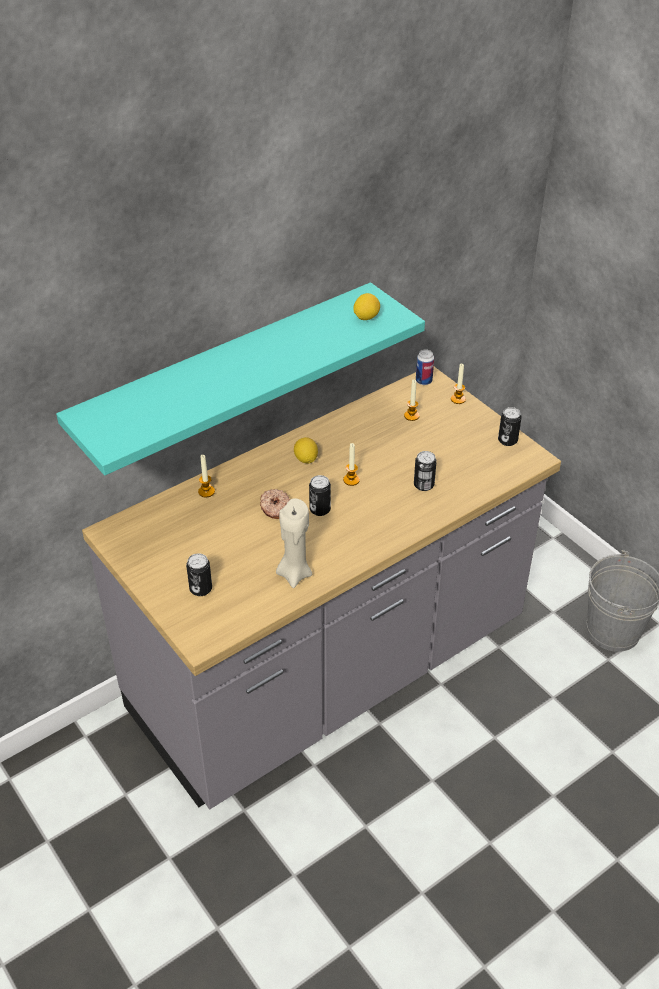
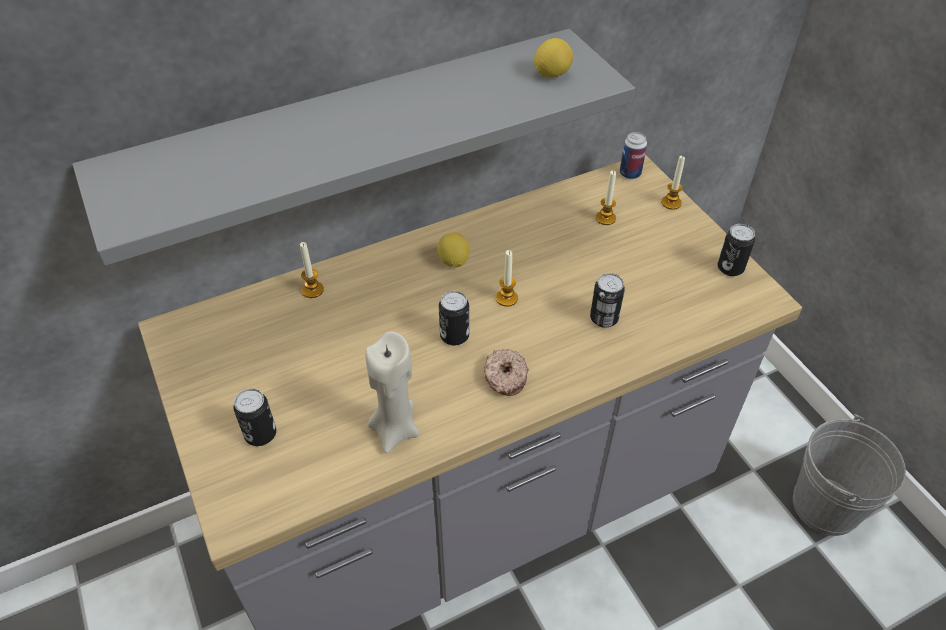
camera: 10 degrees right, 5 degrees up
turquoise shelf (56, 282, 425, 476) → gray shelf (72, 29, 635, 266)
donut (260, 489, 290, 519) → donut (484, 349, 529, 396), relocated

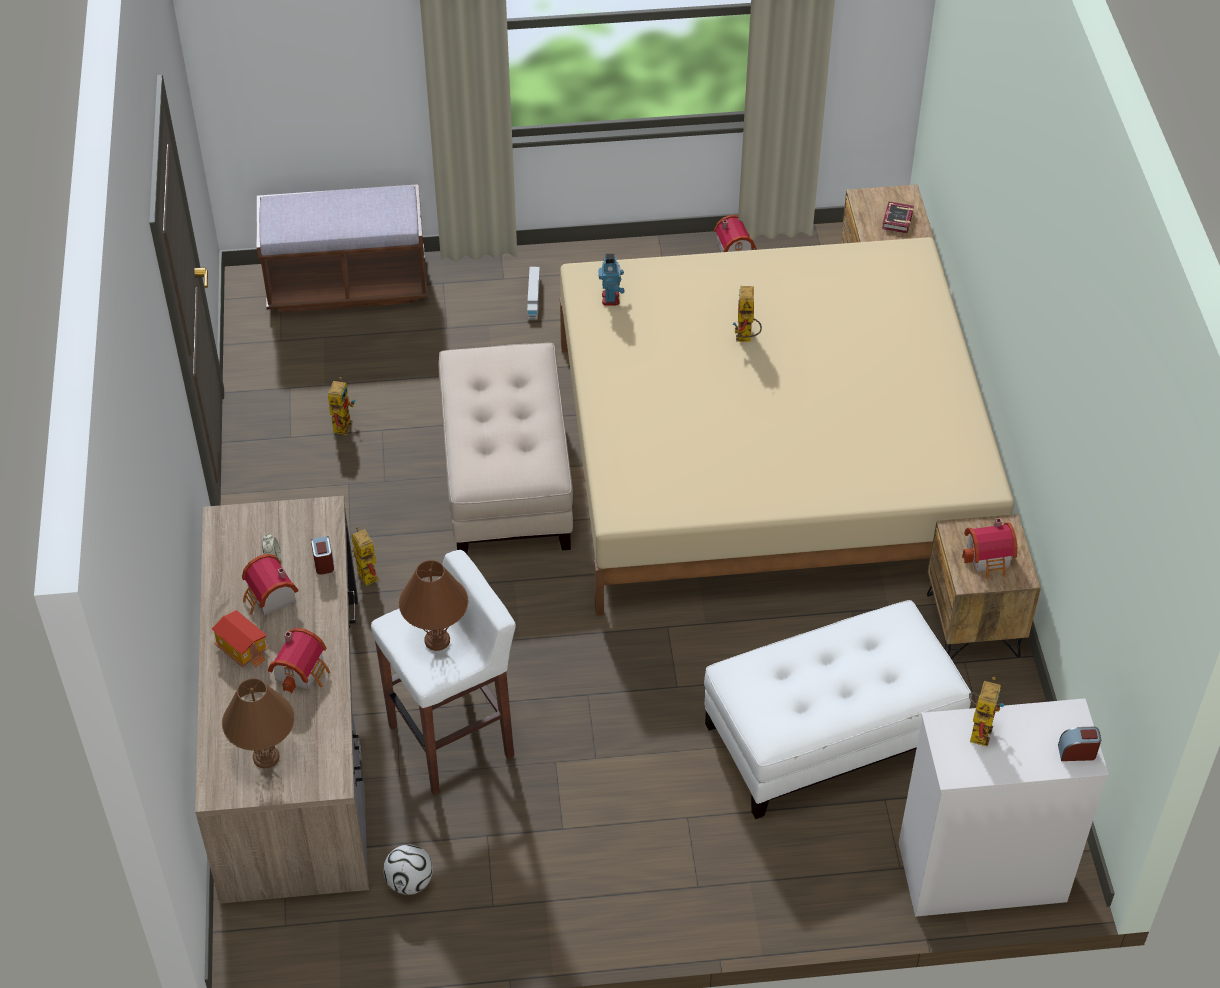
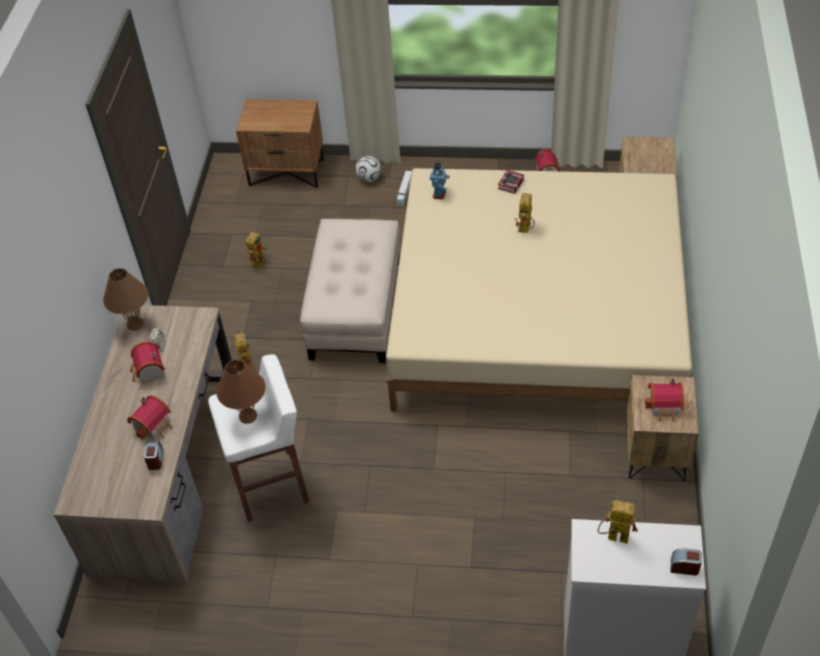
camera: 15 degrees right, 0 degrees up
brownish tabletop lamp (222, 678, 295, 768) → brownish tabletop lamp (103, 268, 149, 330), relocated
bedside clock (311, 536, 334, 575) → bedside clock (144, 442, 164, 470), relocated
brownish indoor bench (257, 184, 428, 313) → brownish nightstand (236, 99, 324, 188)
ball for football (383, 845, 433, 895) → ball for football (355, 156, 381, 182), relocated
bound book (882, 201, 914, 234) → bound book (498, 170, 524, 194), relocated
robot figure (969, 677, 1004, 747) → robot figure (597, 500, 638, 544), 105 degrees counterclockwise
model house (212, 610, 269, 667) → -
white-coloured footrest (704, 600, 971, 819) → -

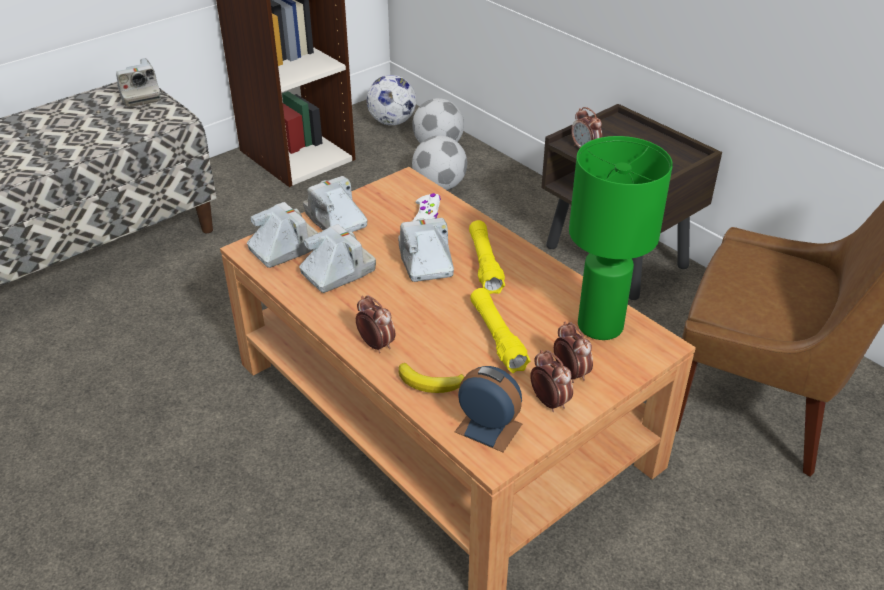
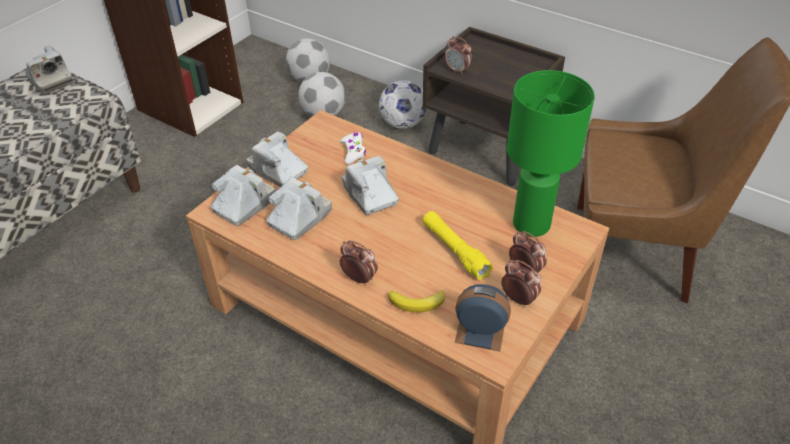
camera: 15 degrees left, 5 degrees up
ball for football (367, 75, 416, 125) → ball for football (379, 80, 426, 129), relocated
yellow hand torch (469, 220, 505, 294) → -

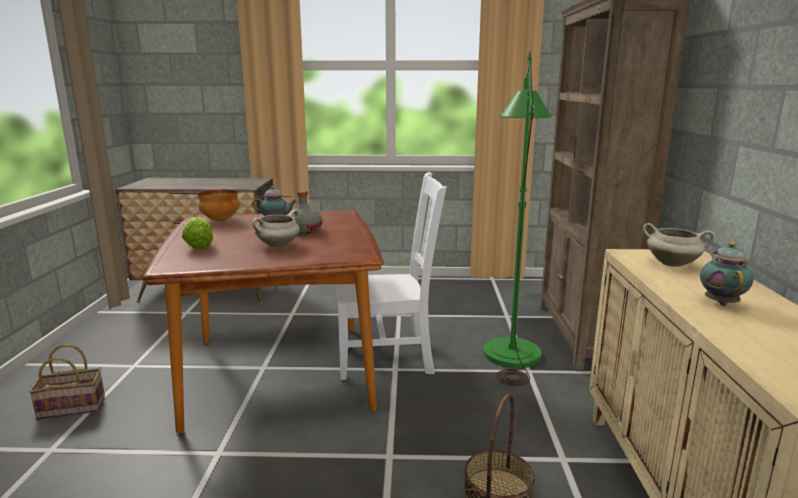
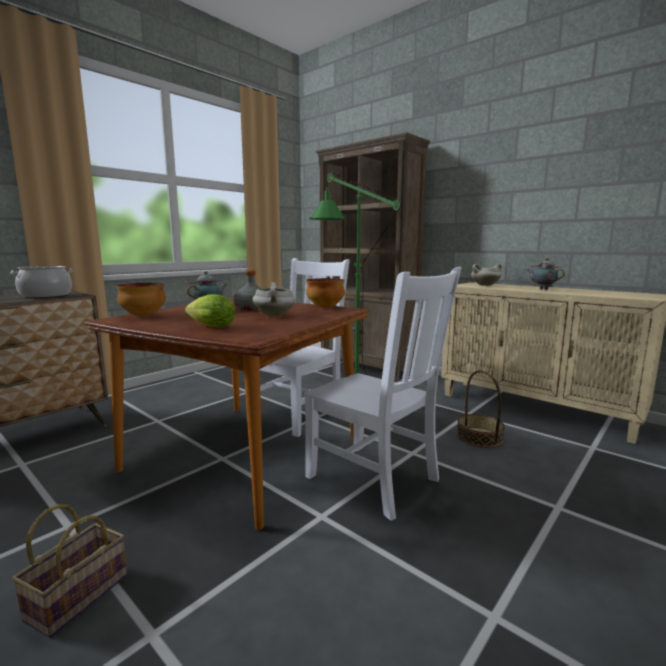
camera: 50 degrees left, 5 degrees down
- → cooking pot (10, 266, 73, 298)
- → white-coloured upright chair (304, 267, 461, 521)
- → serving bowl (306, 278, 345, 308)

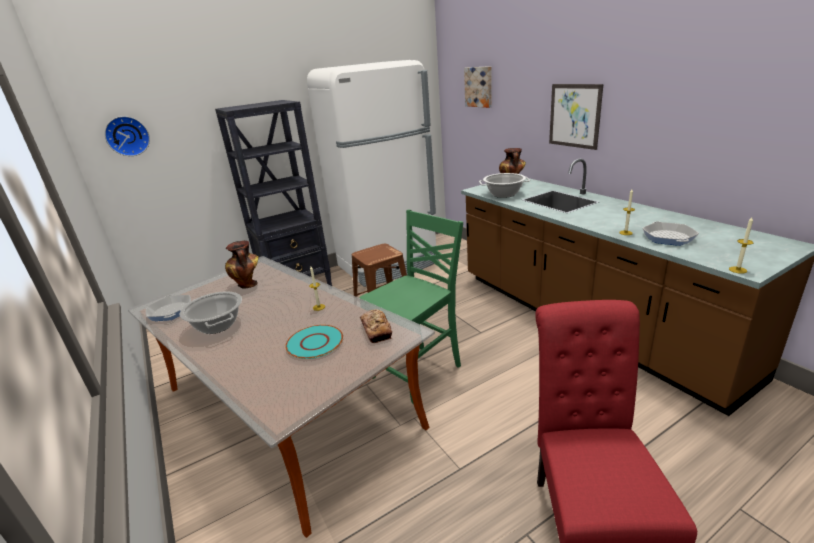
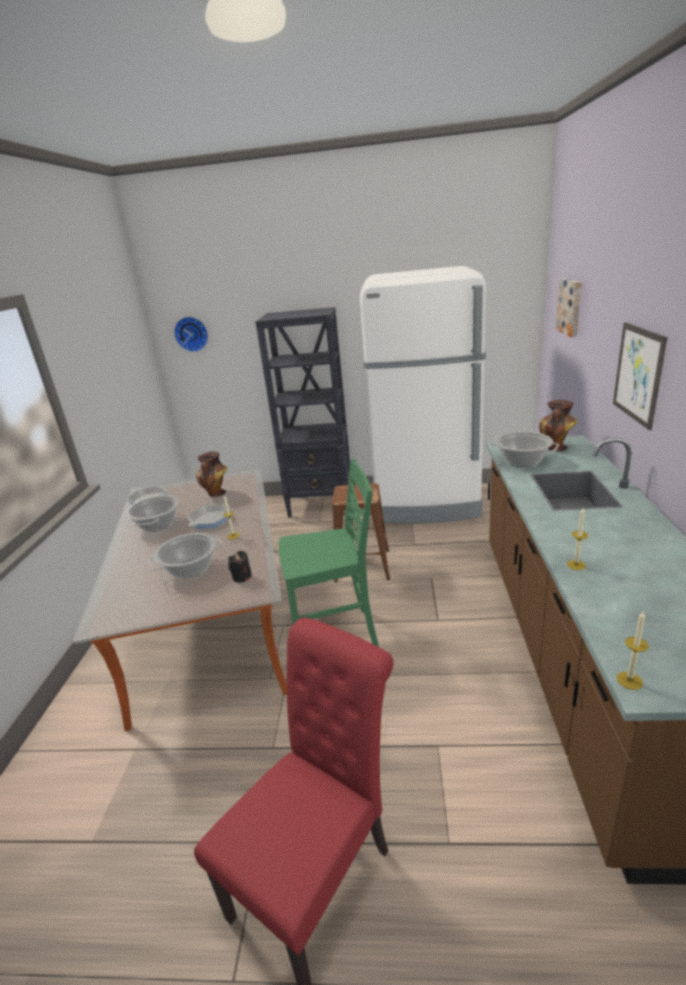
camera: 35 degrees right, 0 degrees up
turquoise plate (285, 325, 343, 359) → cooking pot (148, 533, 223, 579)
frying pan (642, 221, 699, 246) → frying pan (188, 504, 230, 529), relocated
bakery bread (360, 309, 392, 343) → black candle (228, 551, 251, 583)

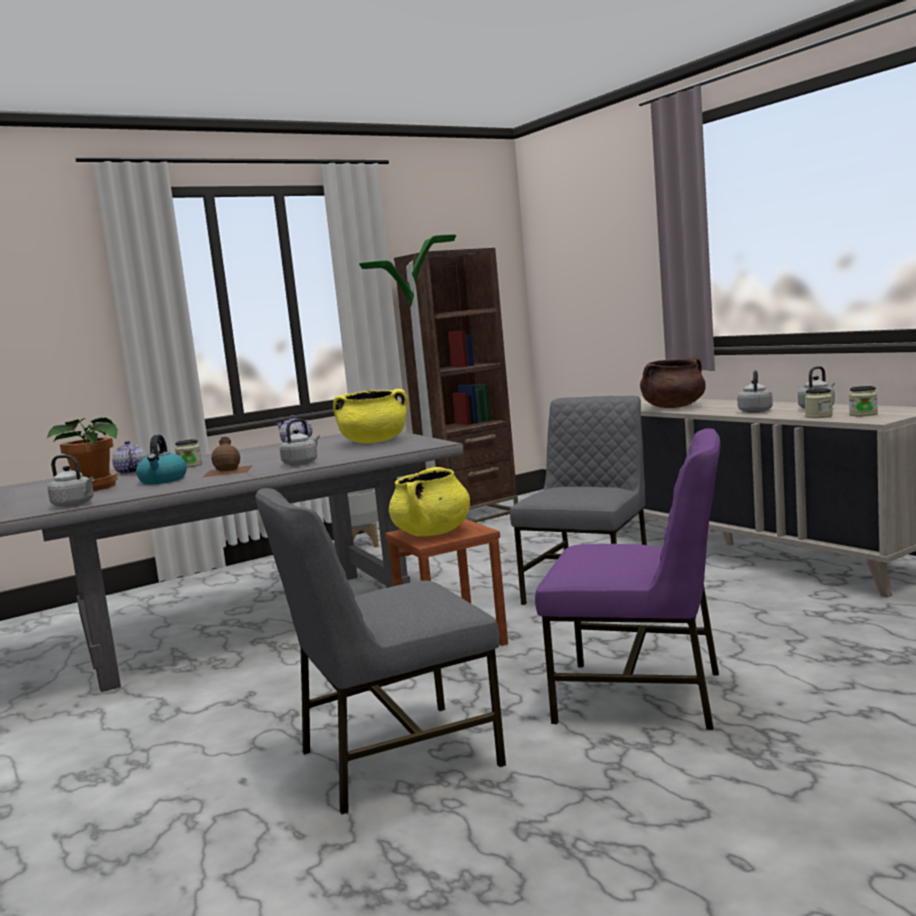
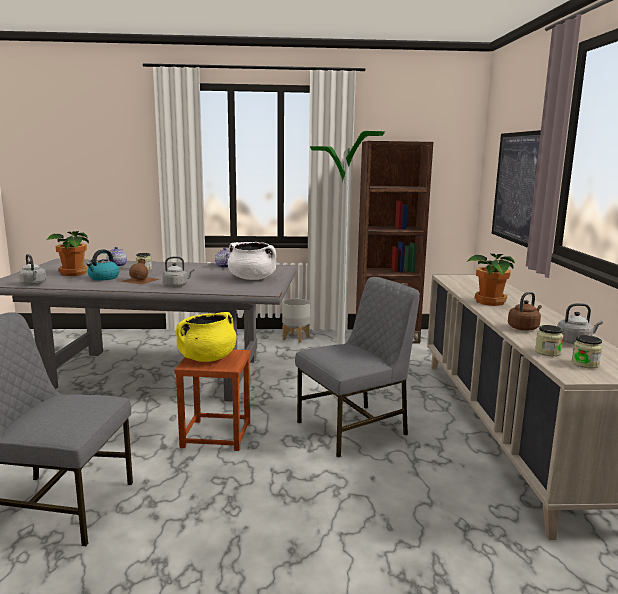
camera: 30 degrees right, 5 degrees up
yellow cooking pot (333, 389, 408, 443) → white-coloured cooking pot (228, 242, 276, 280)
brownish cooking pot (640, 357, 706, 408) → houseplant (467, 254, 515, 306)
- → wall picture (491, 130, 541, 248)
gray water kettle (737, 370, 773, 413) → brownish water kettle (508, 292, 542, 331)
purple-coloured upright chair (535, 428, 721, 730) → -

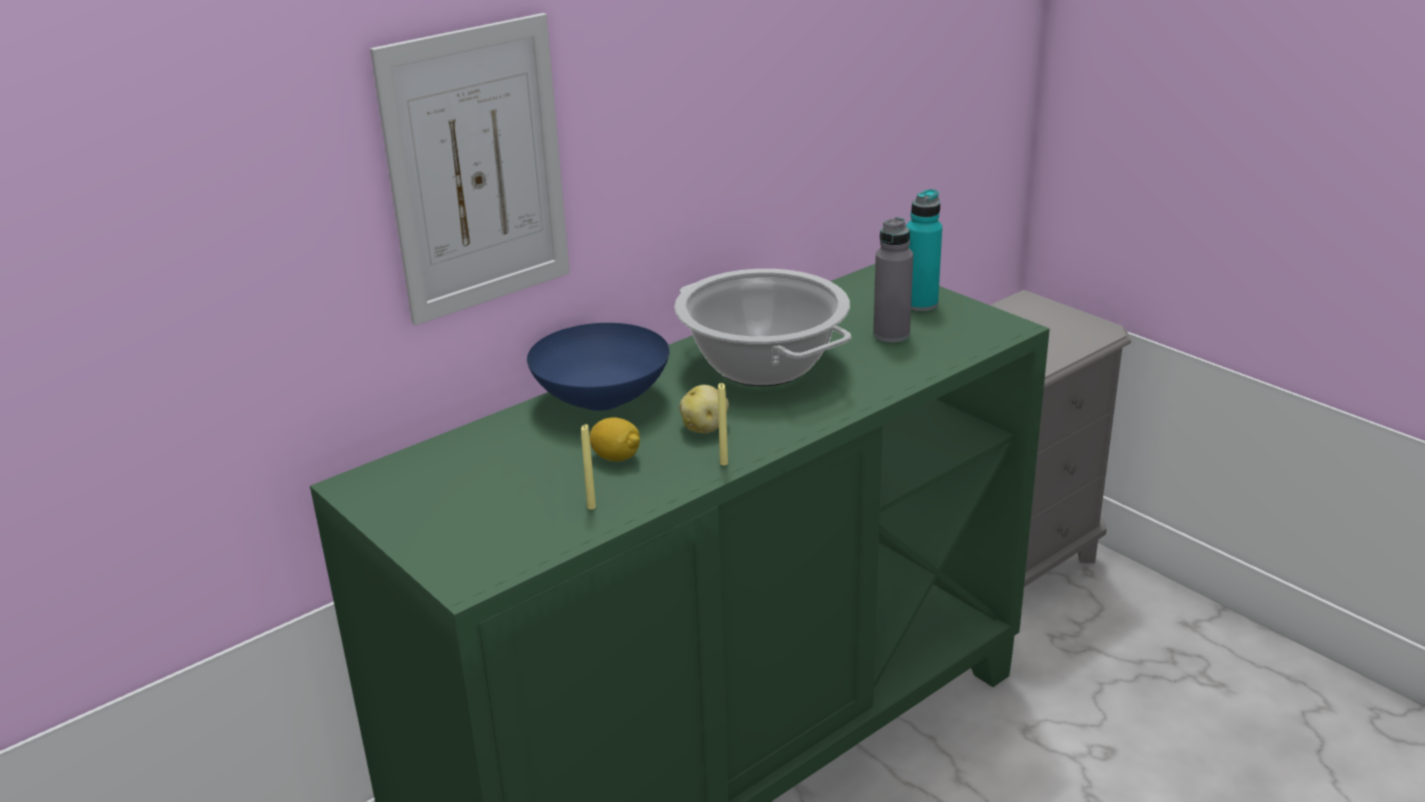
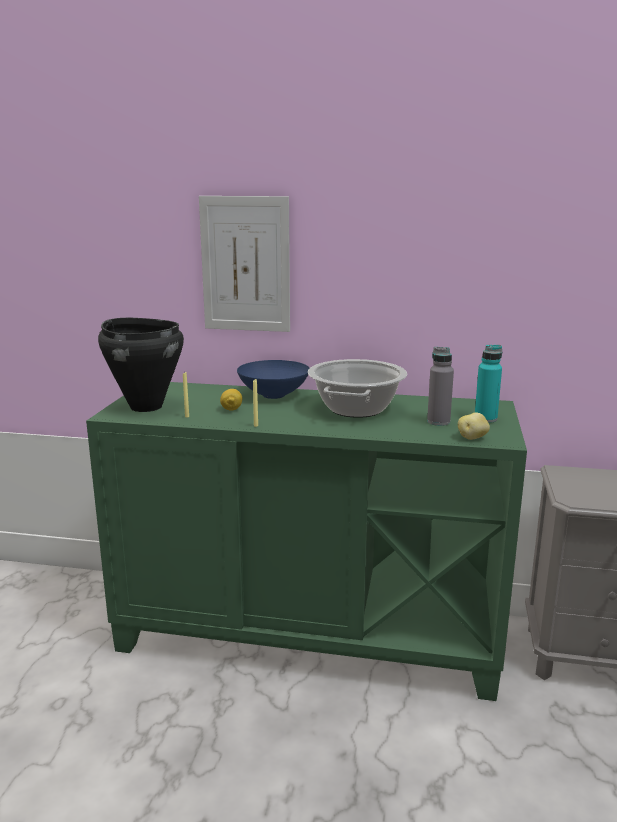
camera: 50 degrees right, 10 degrees down
- → black cooking pot (98, 318, 184, 412)
potato (679, 385, 729, 433) → potato (458, 412, 490, 440), relocated

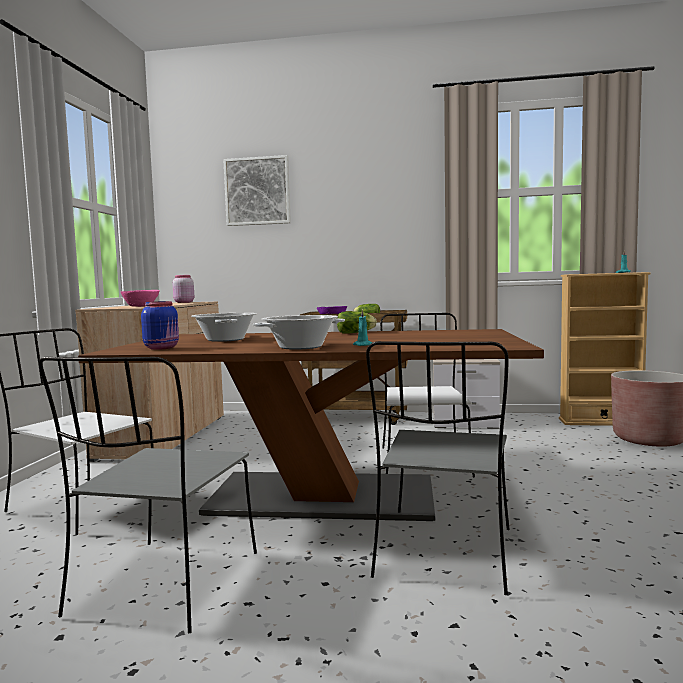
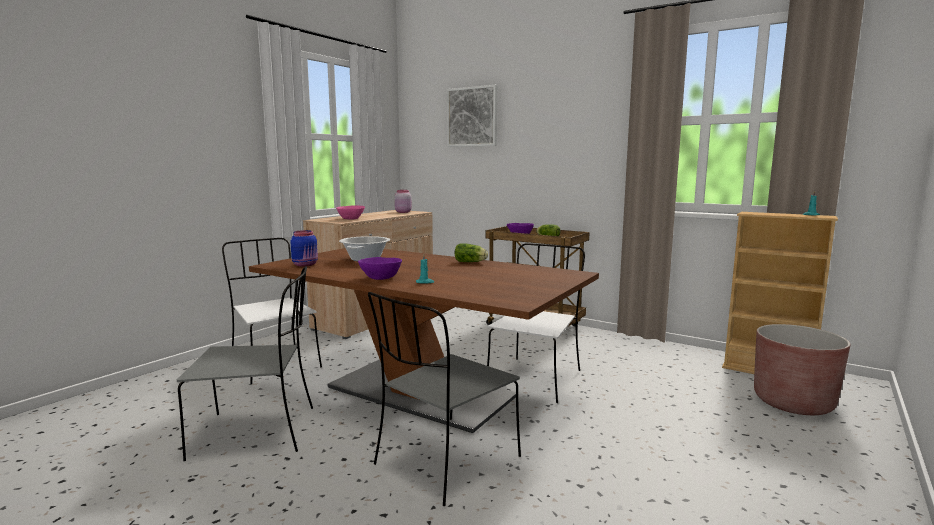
camera: 25 degrees right, 5 degrees up
gray upright chair (38, 357, 257, 633) → gray upright chair (177, 266, 313, 461), 135 degrees counterclockwise
cooking pot (252, 315, 345, 350) → purple-coloured serving bowl (358, 257, 402, 280)
nightstand (433, 359, 500, 429) → -

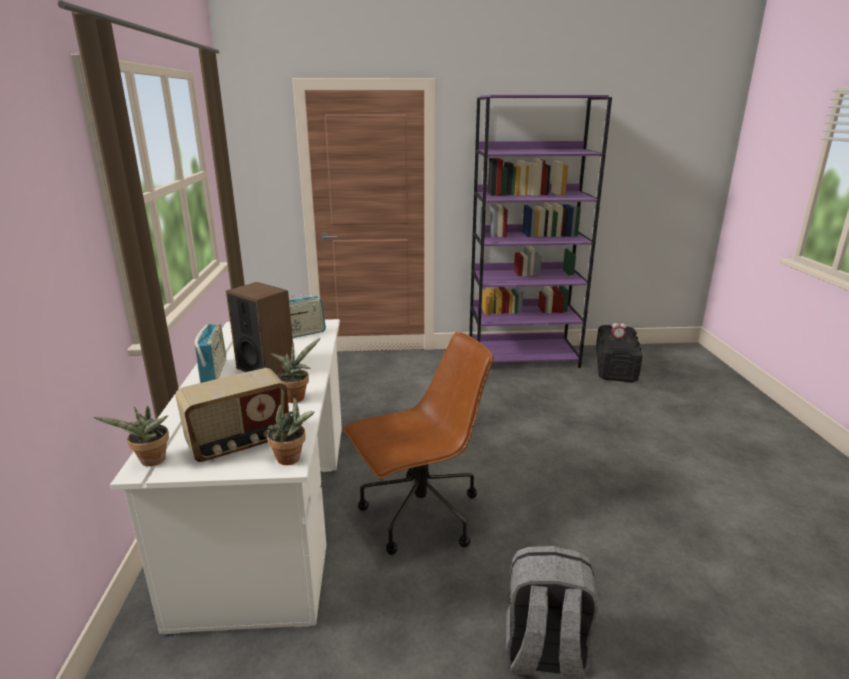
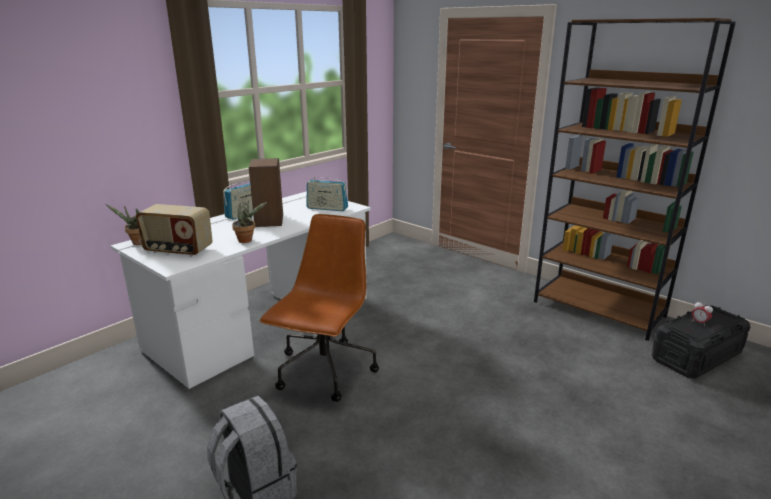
camera: 45 degrees right, 0 degrees up
brownish desk chair (343, 331, 493, 555) → brownish desk chair (259, 214, 379, 402), 90 degrees counterclockwise
purple-coloured shelving unit (469, 95, 612, 368) → brownish shelving unit (534, 18, 736, 341)
houseplant (267, 397, 314, 465) → -

